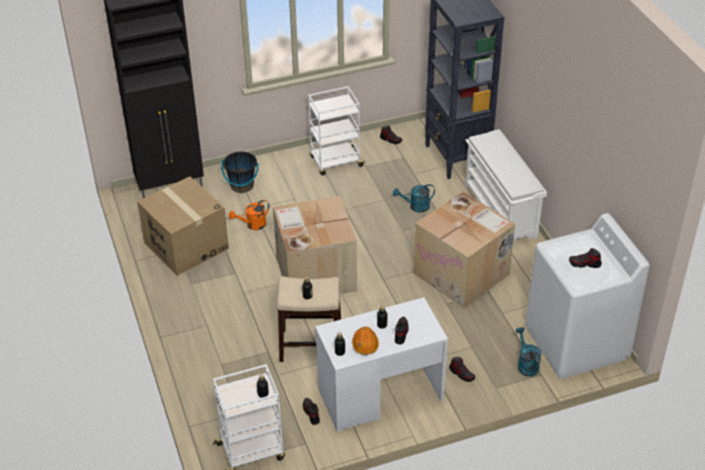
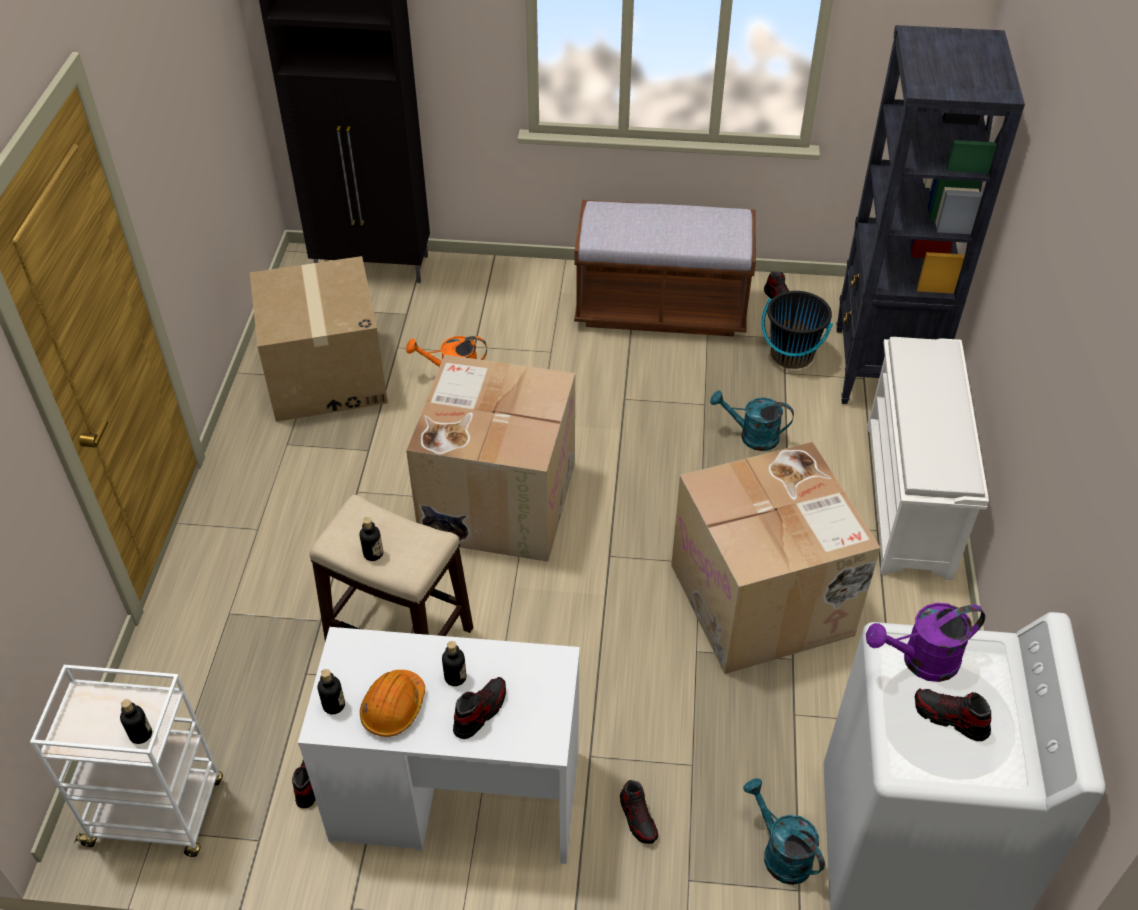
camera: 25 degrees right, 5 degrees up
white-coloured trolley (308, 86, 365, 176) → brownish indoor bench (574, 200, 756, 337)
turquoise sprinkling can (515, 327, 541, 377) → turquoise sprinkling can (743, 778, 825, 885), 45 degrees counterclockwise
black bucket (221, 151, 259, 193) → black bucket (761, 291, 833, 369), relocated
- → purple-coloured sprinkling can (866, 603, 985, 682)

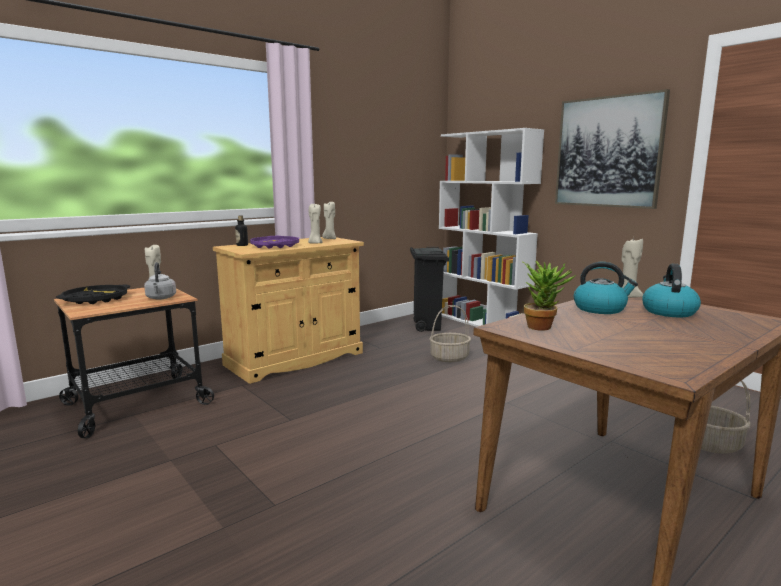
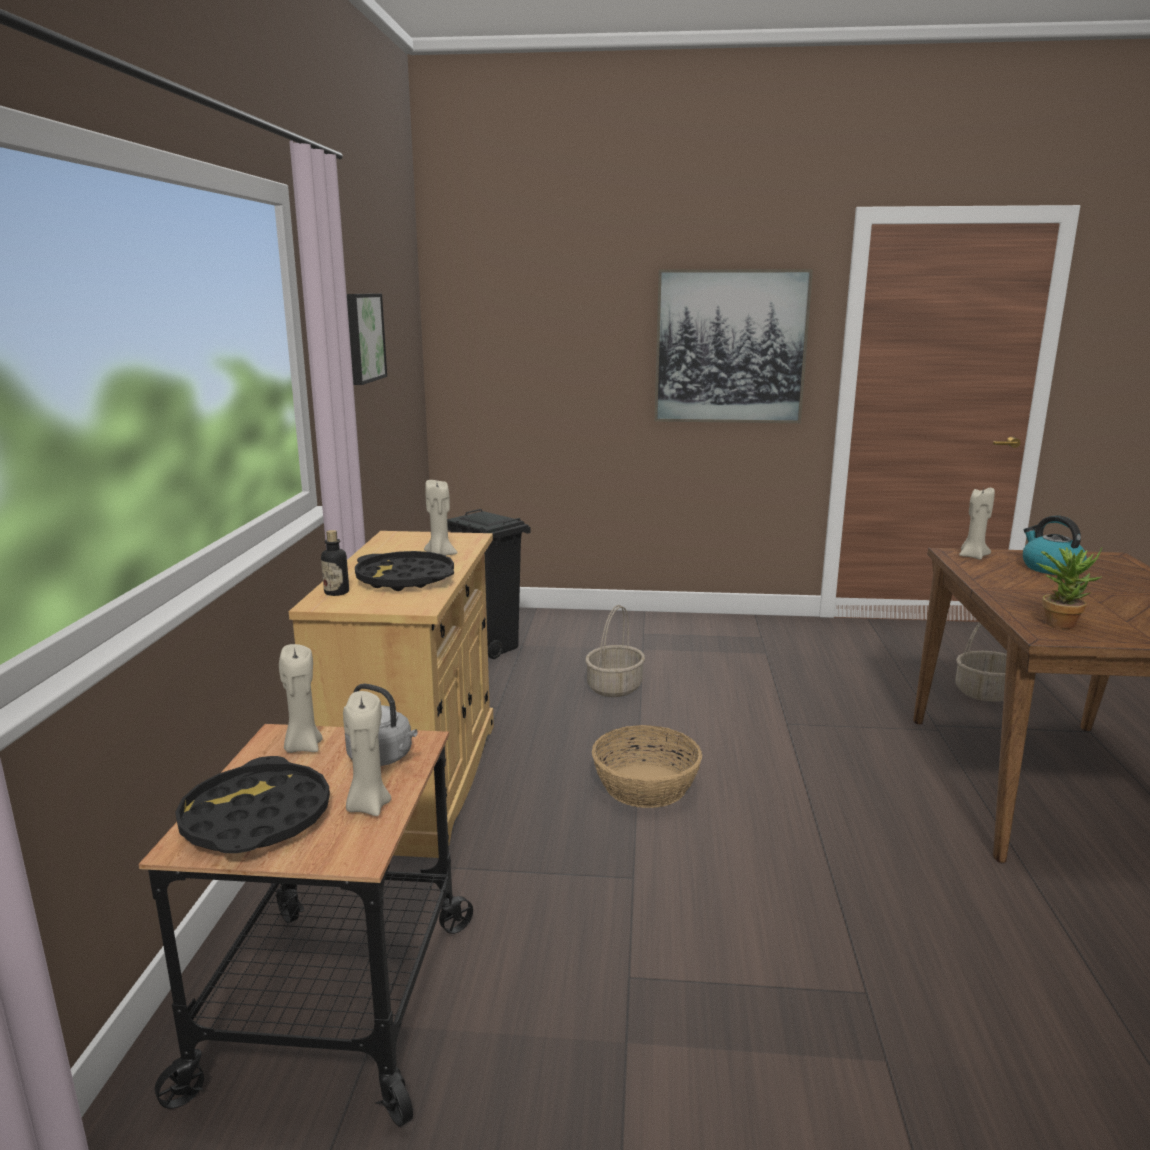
camera: 45 degrees left, 5 degrees up
beige candle (322, 202, 336, 239) → beige candle (343, 691, 391, 816), relocated
- → wall picture (347, 293, 387, 385)
purple-coloured tray (250, 236, 299, 249) → black tray (355, 551, 454, 591)
- → household basket (592, 725, 702, 808)
white-coloured shelving unit (439, 128, 544, 327) → -
water kettle (574, 262, 638, 314) → -

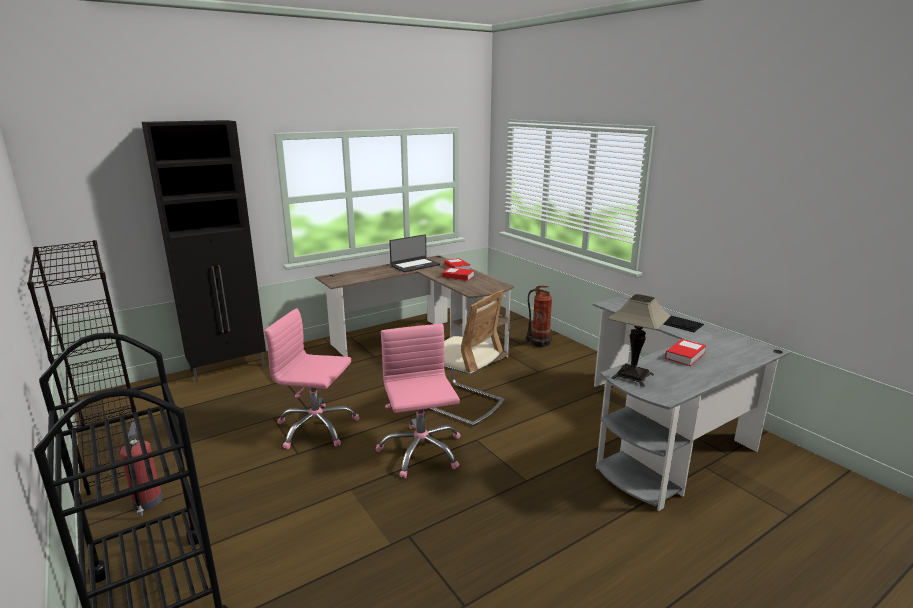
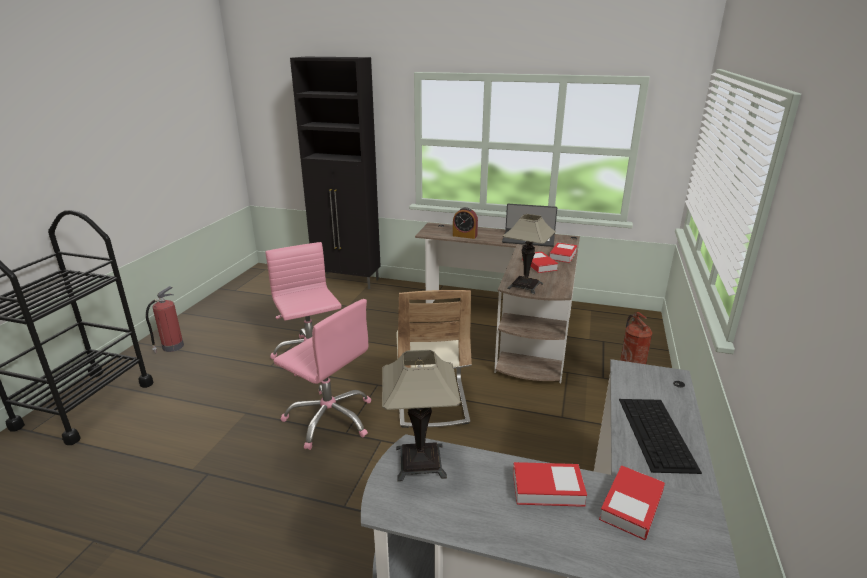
camera: 50 degrees right, 5 degrees up
pink desk chair (376, 324, 461, 478) → pink desk chair (274, 299, 372, 450), 90 degrees clockwise
- → bedside clock (453, 207, 478, 239)
- → tabletop lamp (503, 214, 556, 294)
- → bound book (599, 465, 665, 540)
black shelving unit (27, 240, 139, 495) → -

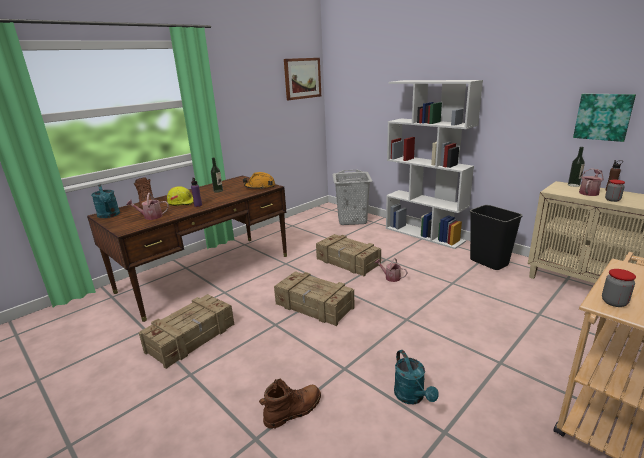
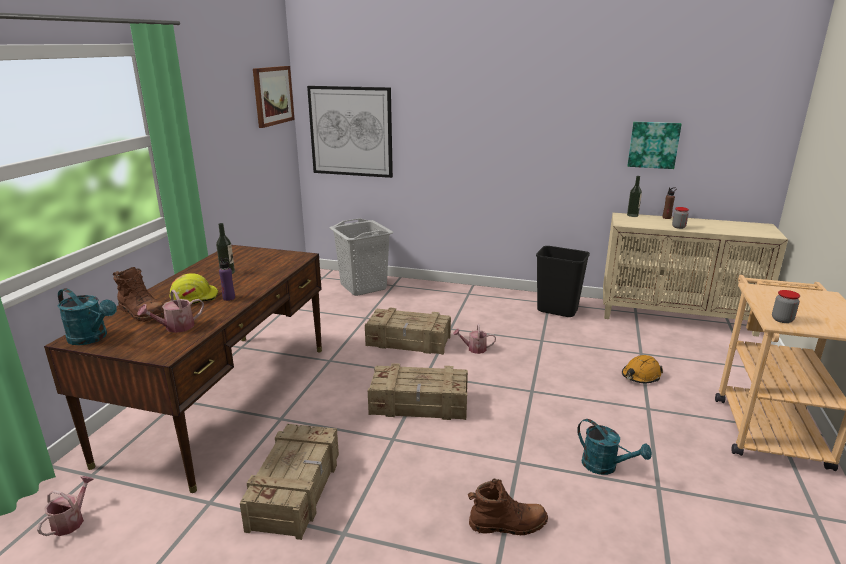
camera: 30 degrees left, 0 degrees up
sprinkling can (579, 168, 604, 196) → sprinkling can (37, 476, 94, 536), relocated
- → wall picture (307, 86, 393, 178)
brownish tall boot (259, 378, 321, 429) → brownish tall boot (468, 479, 548, 535), 60 degrees clockwise
orange-coloured safety helmet (243, 172, 275, 189) → orange-coloured safety helmet (622, 355, 663, 383), relocated
white-coloured shelving unit (386, 80, 483, 249) → -

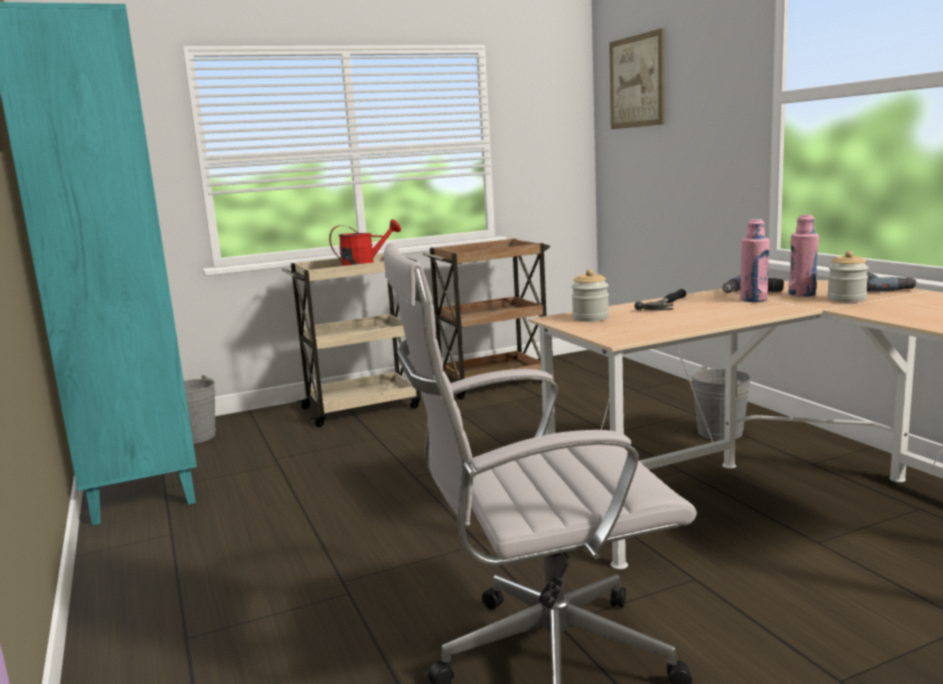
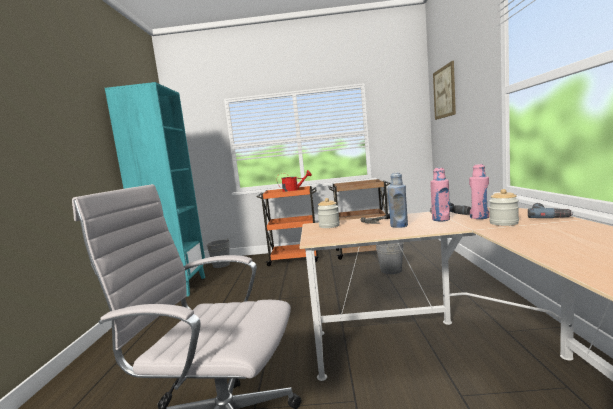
camera: 25 degrees right, 5 degrees down
beige trolley (282, 253, 421, 427) → orange-coloured trolley (257, 186, 319, 266)
gray bucket (691, 365, 751, 440) → gray bucket (376, 242, 404, 274), relocated
- → bluish bottle (388, 173, 408, 228)

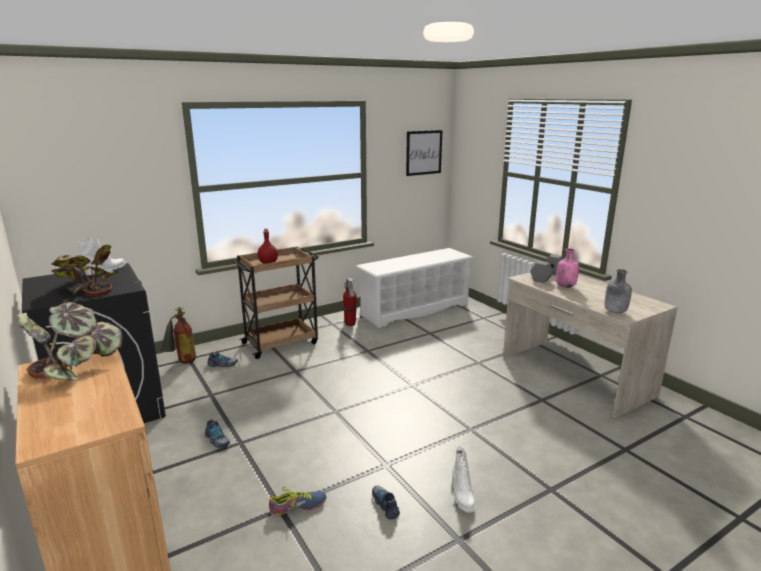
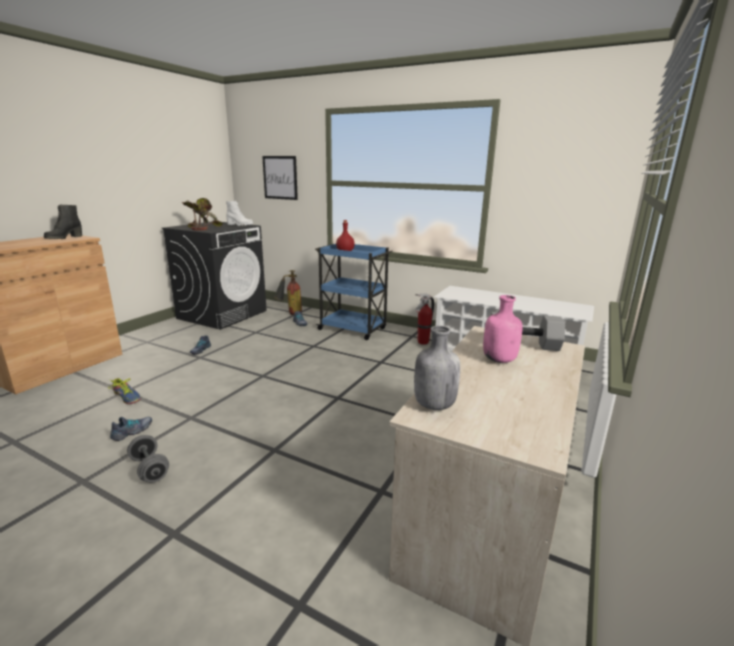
camera: 60 degrees right, 0 degrees up
houseplant (17, 302, 122, 381) → black tall boot (44, 205, 82, 239)
white-coloured tall boot (452, 447, 475, 513) → gray hand weight (127, 435, 169, 483)
wall picture (406, 130, 442, 176) → wall picture (262, 156, 298, 200), relocated
brownish trolley (232, 246, 319, 359) → bluish trolley (315, 244, 393, 340)

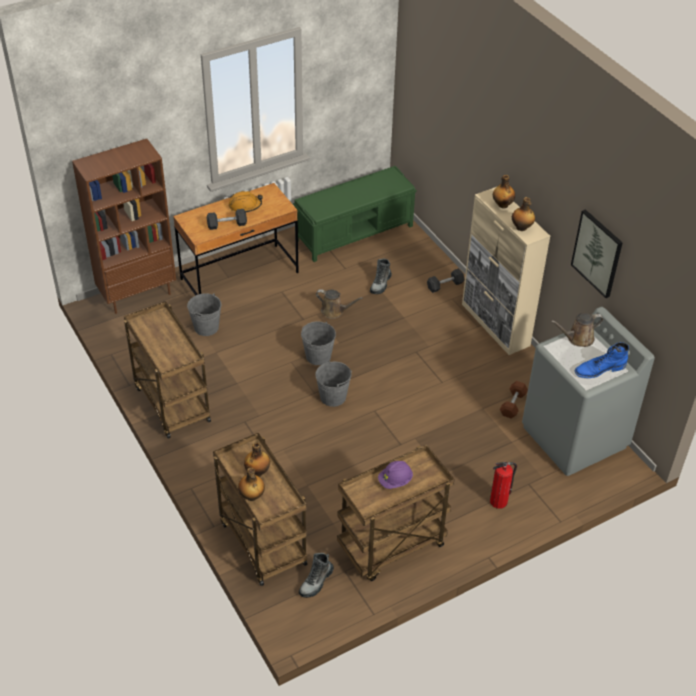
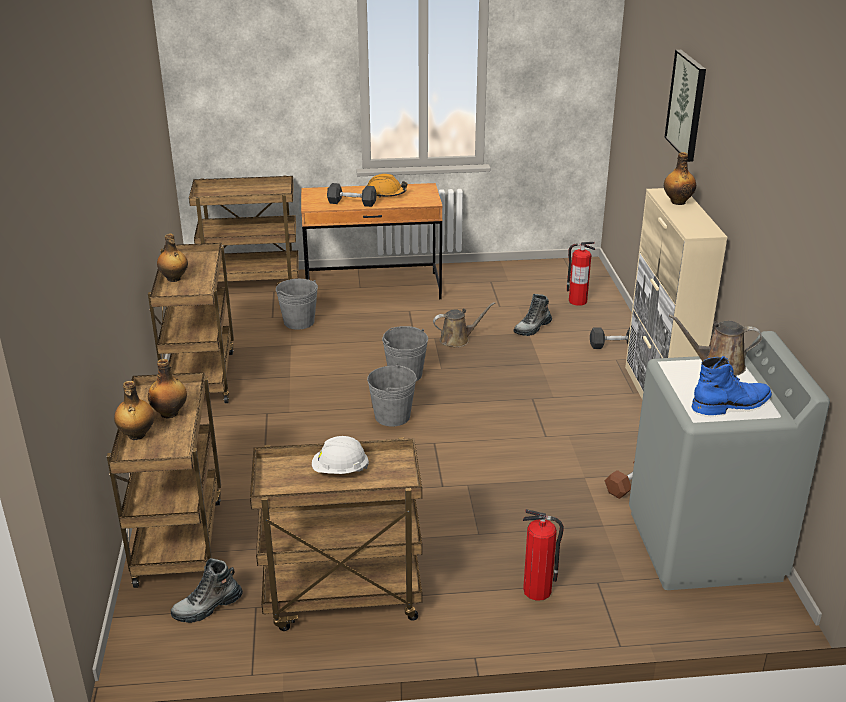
camera: 25 degrees right, 15 degrees down
bottle (512, 197, 535, 231) → bottle (157, 234, 188, 282), relocated
brownish shelving unit (72, 139, 176, 314) → brownish trolley (189, 176, 299, 283)
purple-coloured safety helmet (378, 461, 413, 489) → white-coloured safety helmet (312, 436, 369, 474)
brownish sprinkling can (316, 289, 363, 319) → brownish sprinkling can (433, 302, 495, 347), 60 degrees counterclockwise
- → fire extinguisher (567, 242, 595, 306)
wall picture (571, 209, 623, 298) → wall picture (664, 50, 706, 162), relocated
bluish tall boot (575, 342, 629, 378) → bluish tall boot (691, 356, 772, 415), 150 degrees clockwise
greenish indoor bench (293, 166, 417, 262) → -

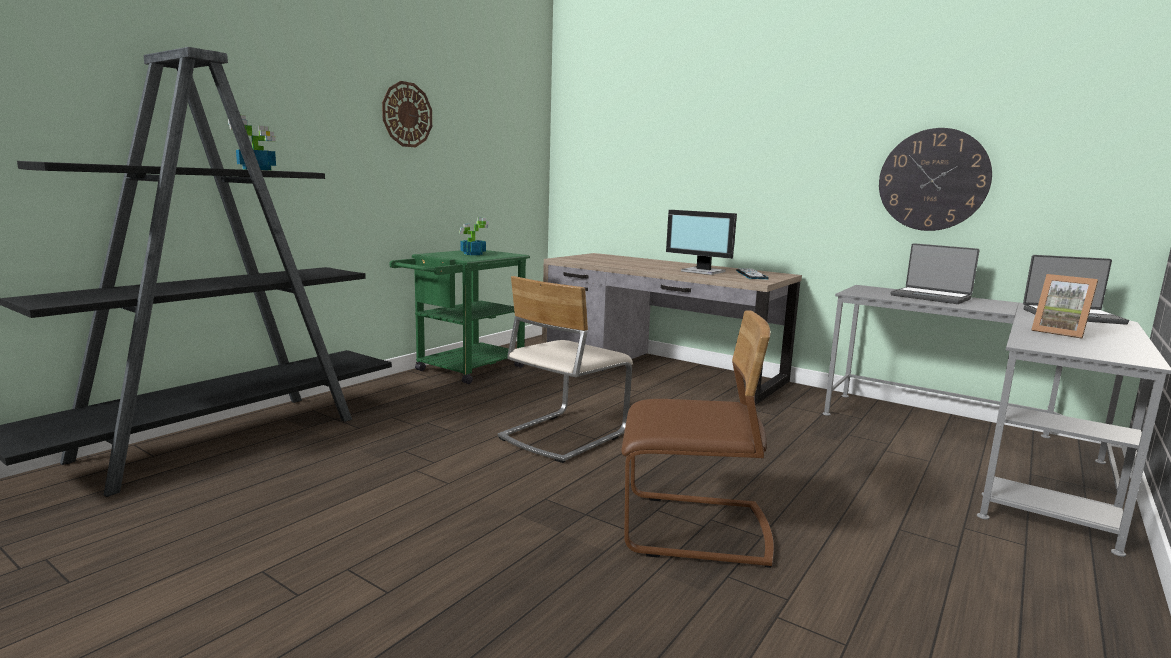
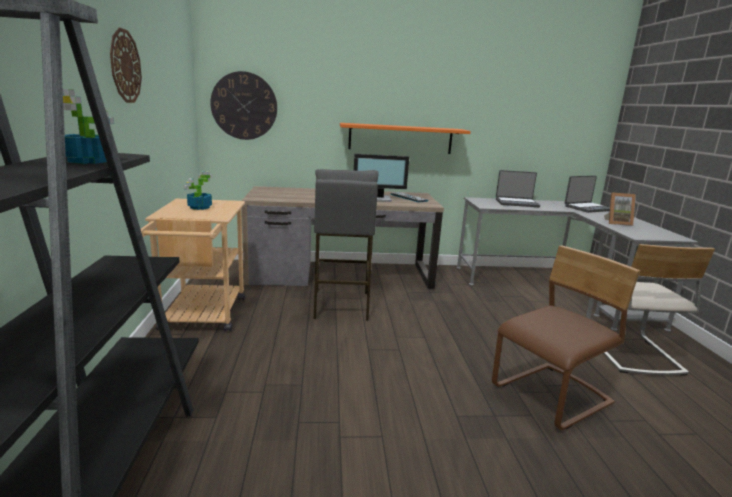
camera: 40 degrees left, 5 degrees up
greenish trolley (389, 250, 530, 384) → beige trolley (141, 198, 245, 331)
hanging clock (879, 128, 992, 231) → hanging clock (210, 71, 277, 140), relocated
- → gray sitting stool (314, 169, 379, 321)
- → orange-coloured shelf (340, 123, 471, 154)
beige upright chair (498, 276, 633, 463) → beige upright chair (586, 244, 715, 376), relocated

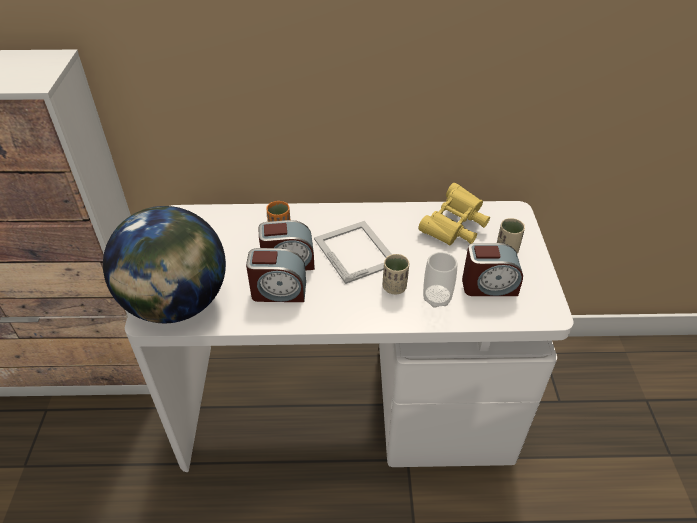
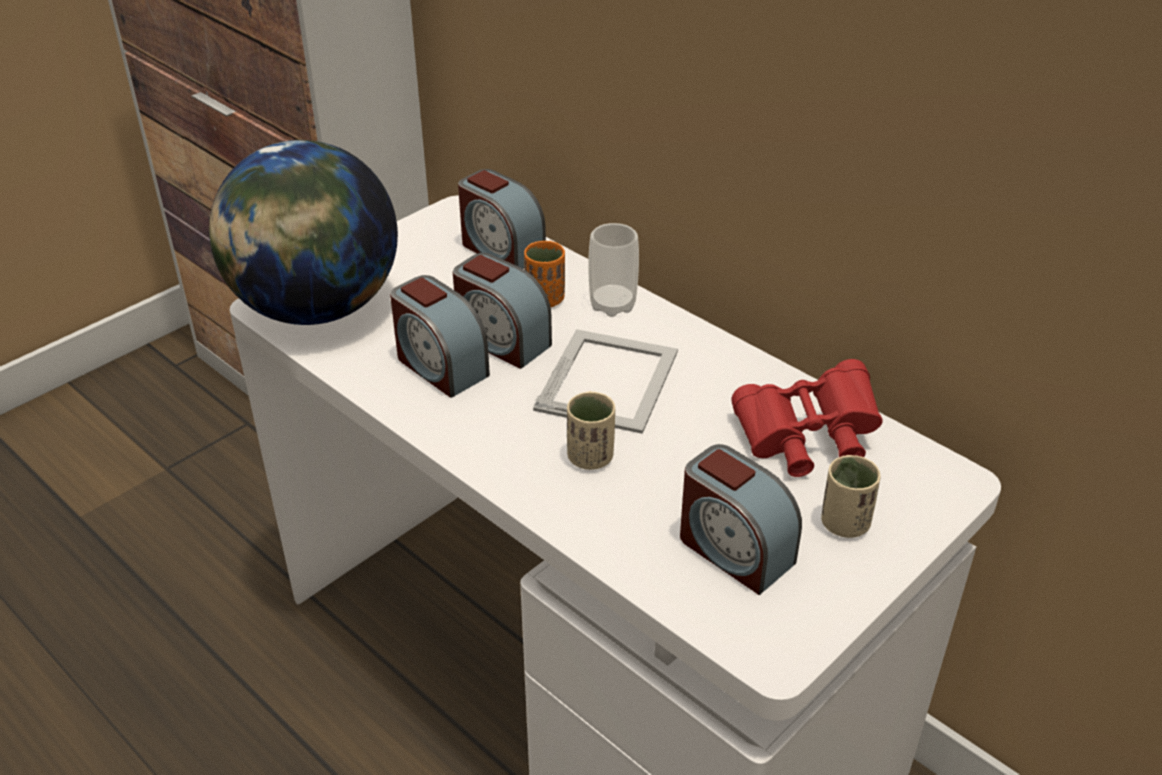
camera: 45 degrees right, 5 degrees down
- → bedside clock (458, 169, 546, 269)
small cup (423, 252, 458, 308) → small cup (588, 223, 639, 317), relocated
yellow field glasses (418, 183, 490, 246) → red-coloured field glasses (731, 359, 883, 477)

